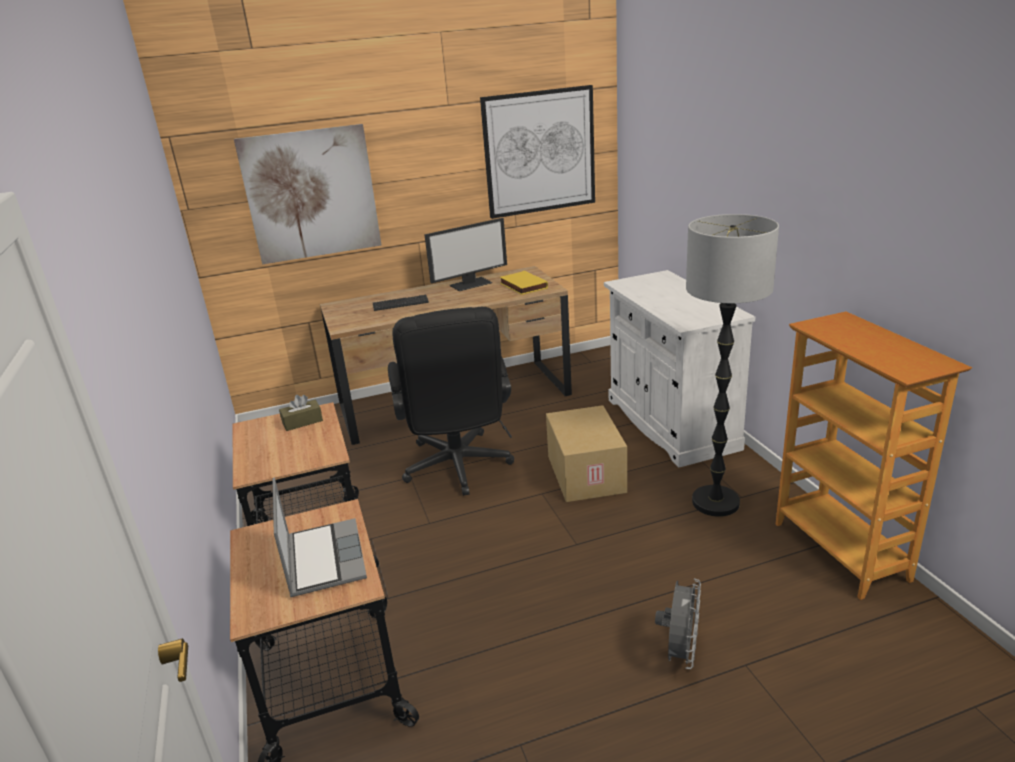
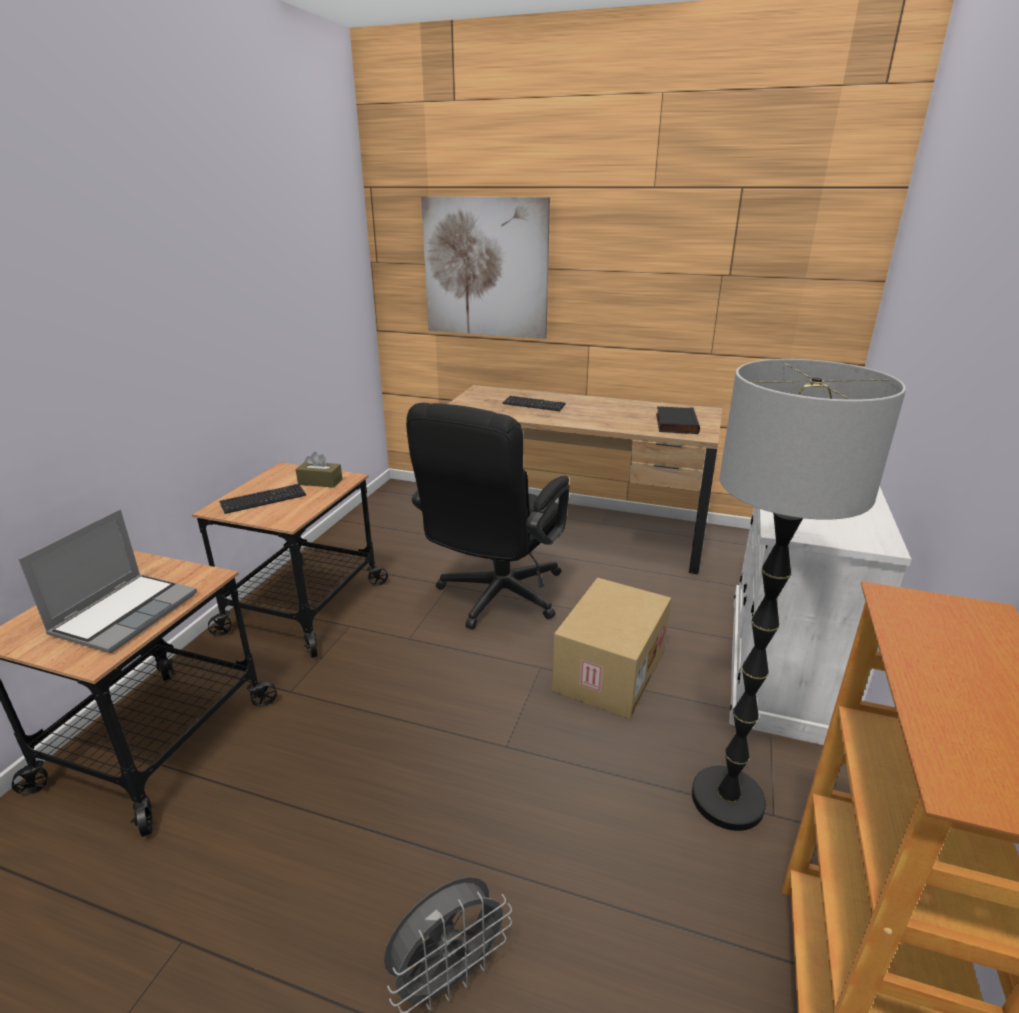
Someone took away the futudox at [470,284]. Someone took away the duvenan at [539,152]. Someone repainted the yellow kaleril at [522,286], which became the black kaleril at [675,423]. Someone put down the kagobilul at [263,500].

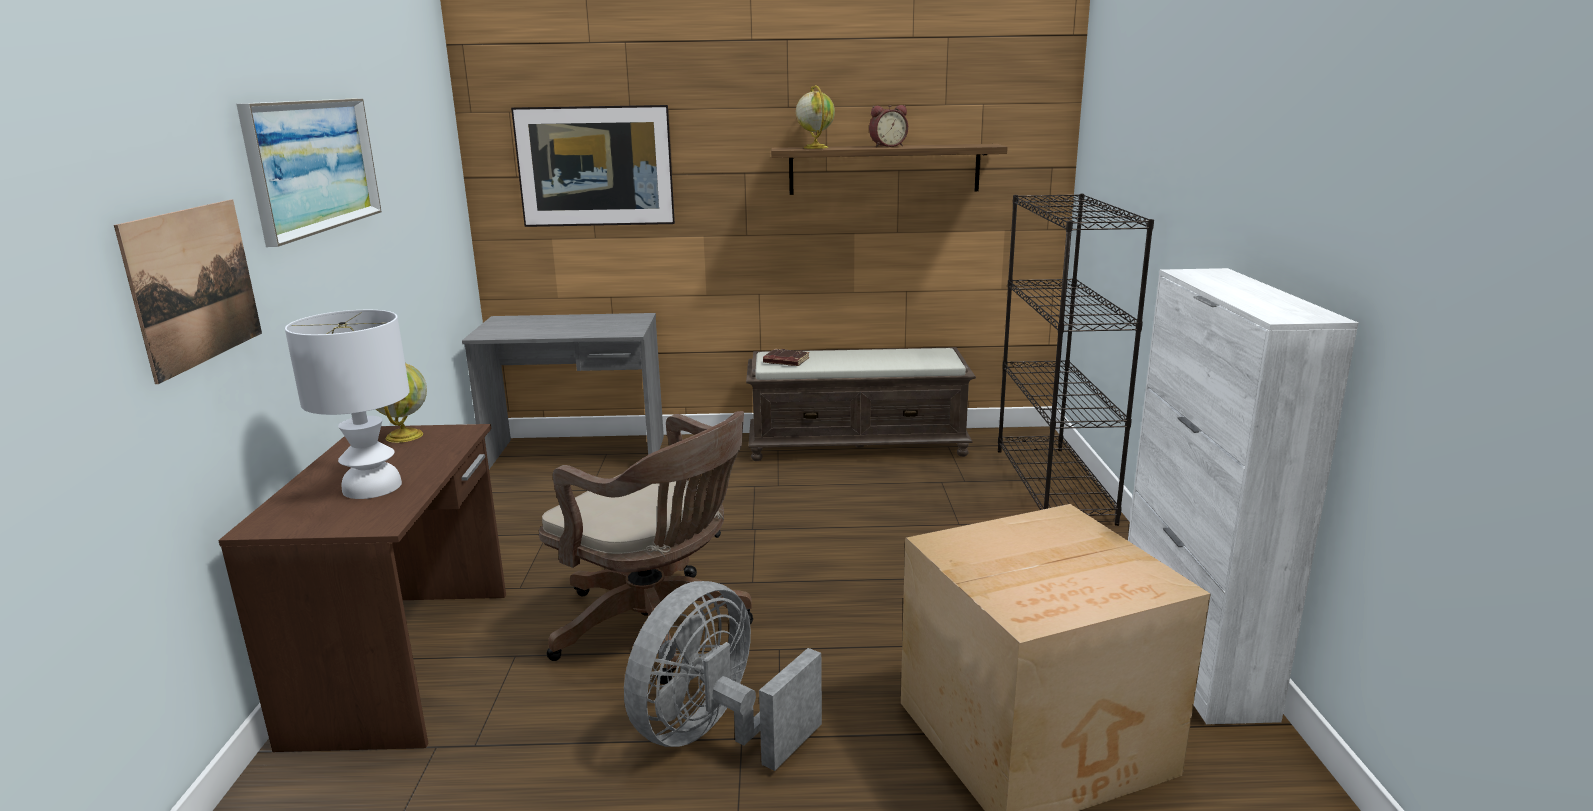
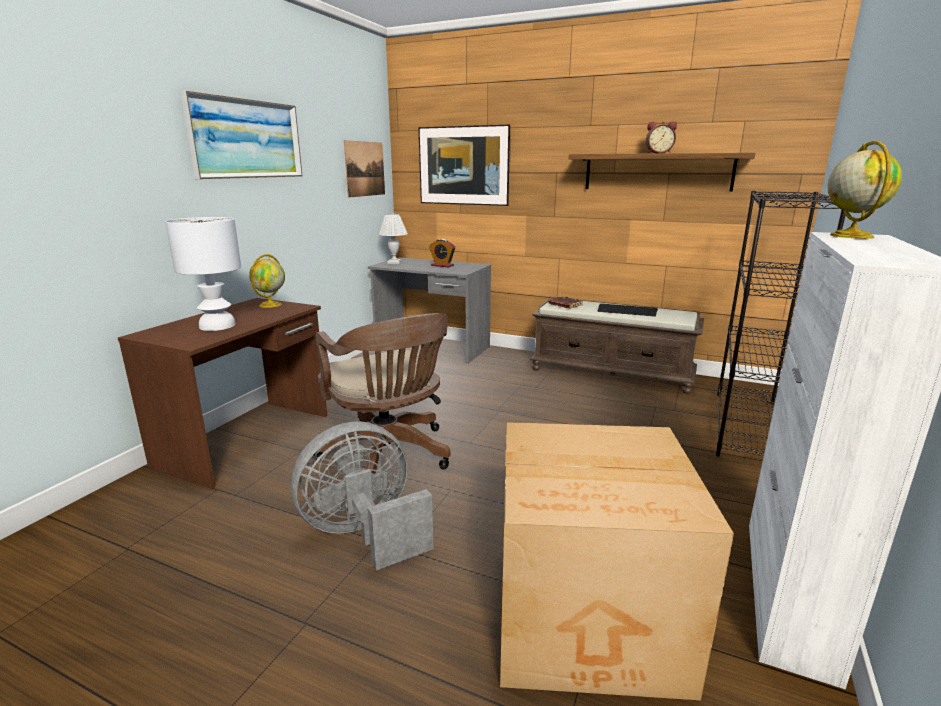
Someone carried the duvenan from [194,285] to [365,169]. Someone carried the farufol from [815,148] to [850,236]. Someone put down the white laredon at [394,262]. Someone put down the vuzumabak at [442,265]. Someone put down the kagobilul at [627,311].

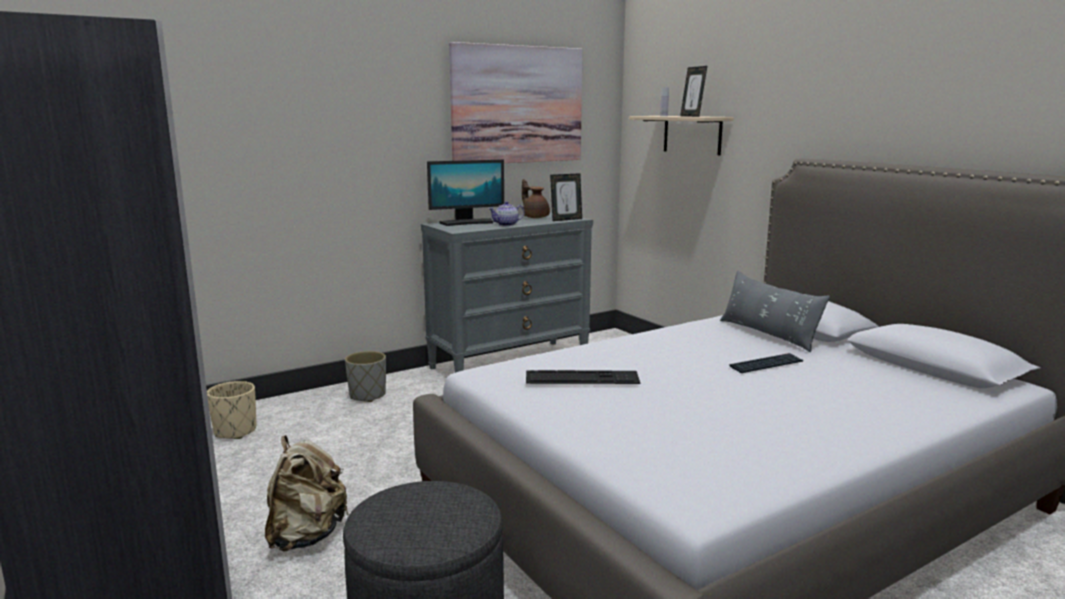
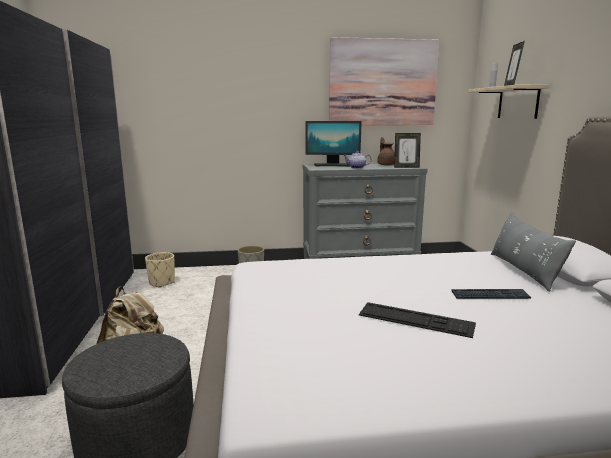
Someone carried the kagobilul from [582,378] to [415,319].

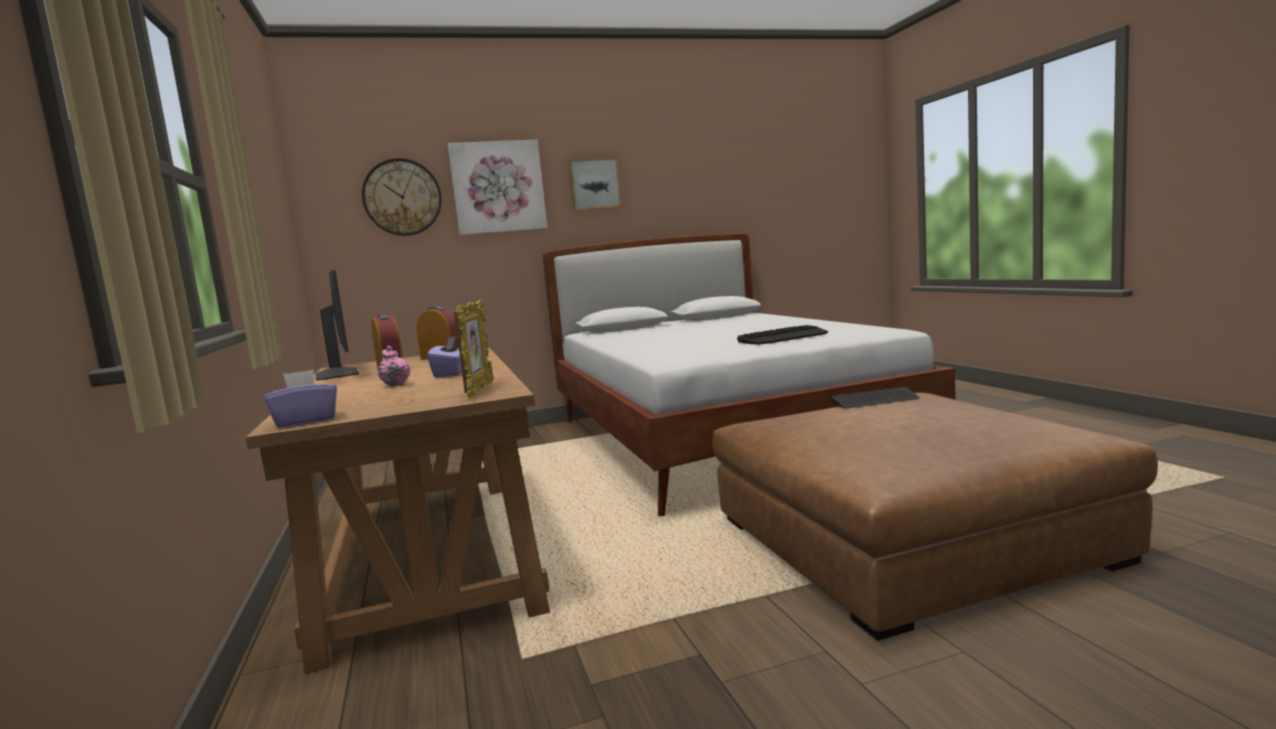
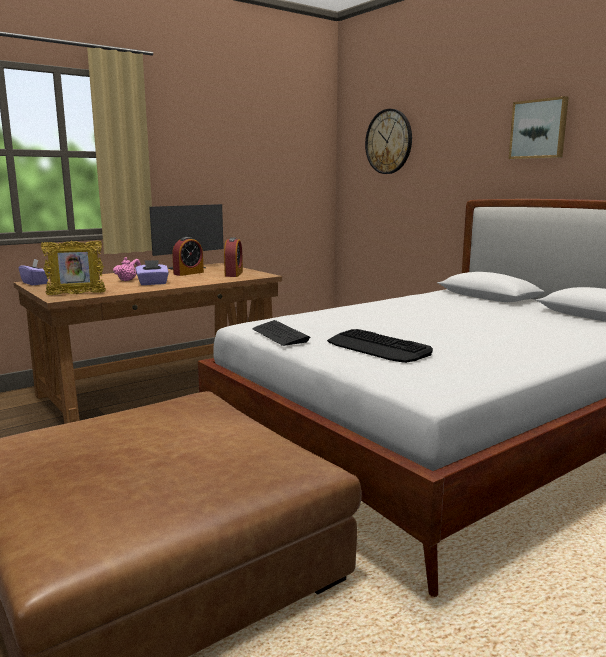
Someone took away the duvenan at [498,187]. Someone carried the kagobilul from [874,400] to [280,335].

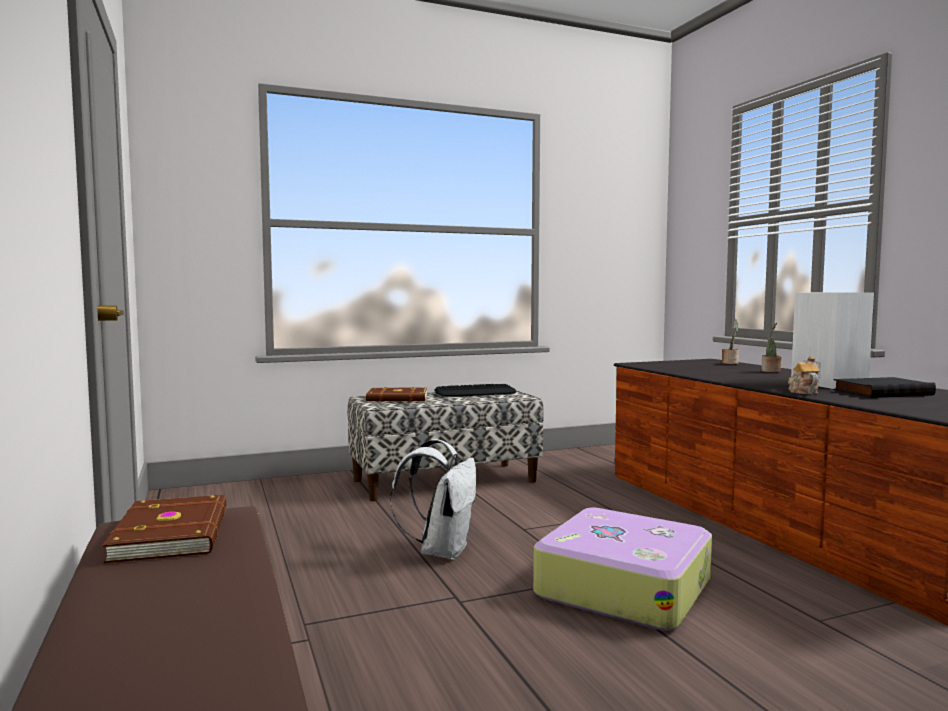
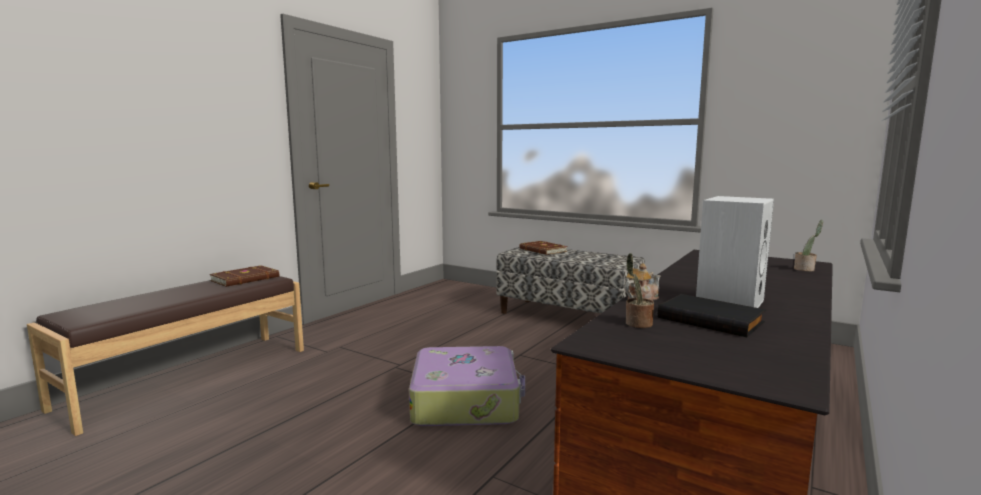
Someone took away the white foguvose at [442,551]. Someone took away the kagobilul at [476,392]. Someone carried the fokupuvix from [771,371] to [637,324].

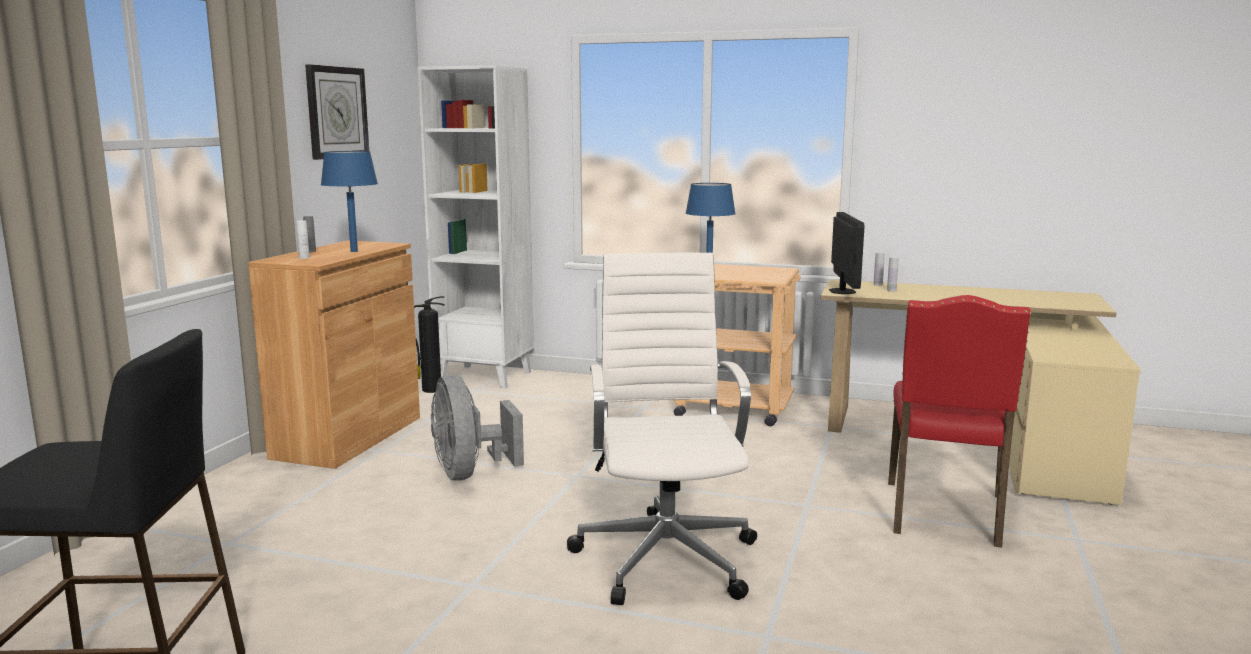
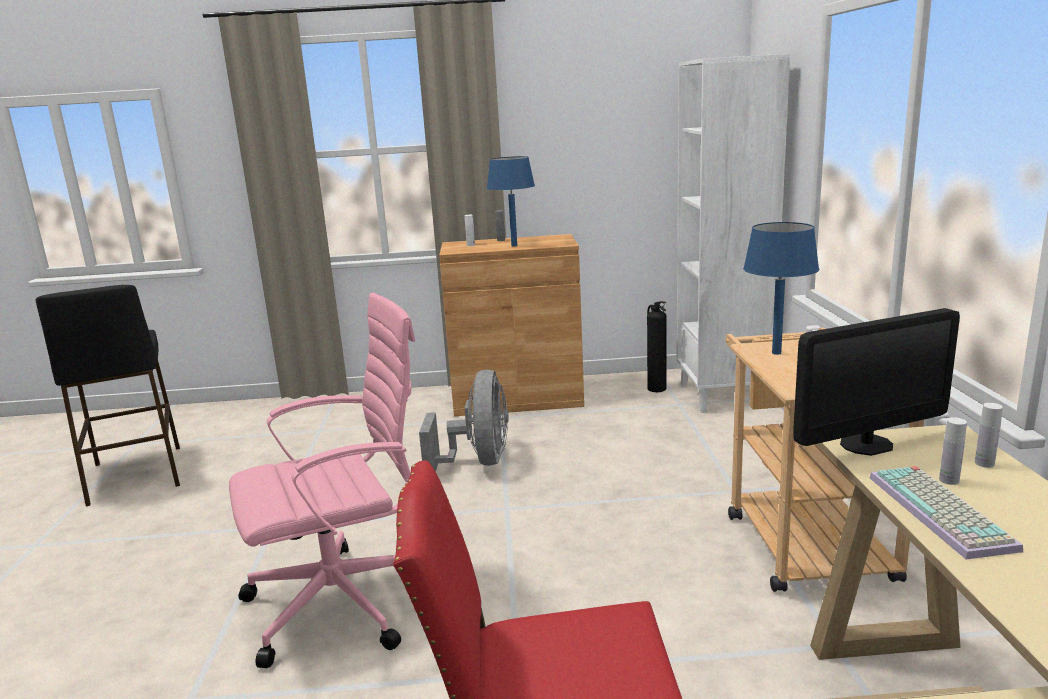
Someone took away the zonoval at [336,112]. Someone rotated the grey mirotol at [469,473] by 135 degrees clockwise. Someone repainted the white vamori at [666,556], which became the pink vamori at [345,602]. Someone put down the kagobilul at [943,512].

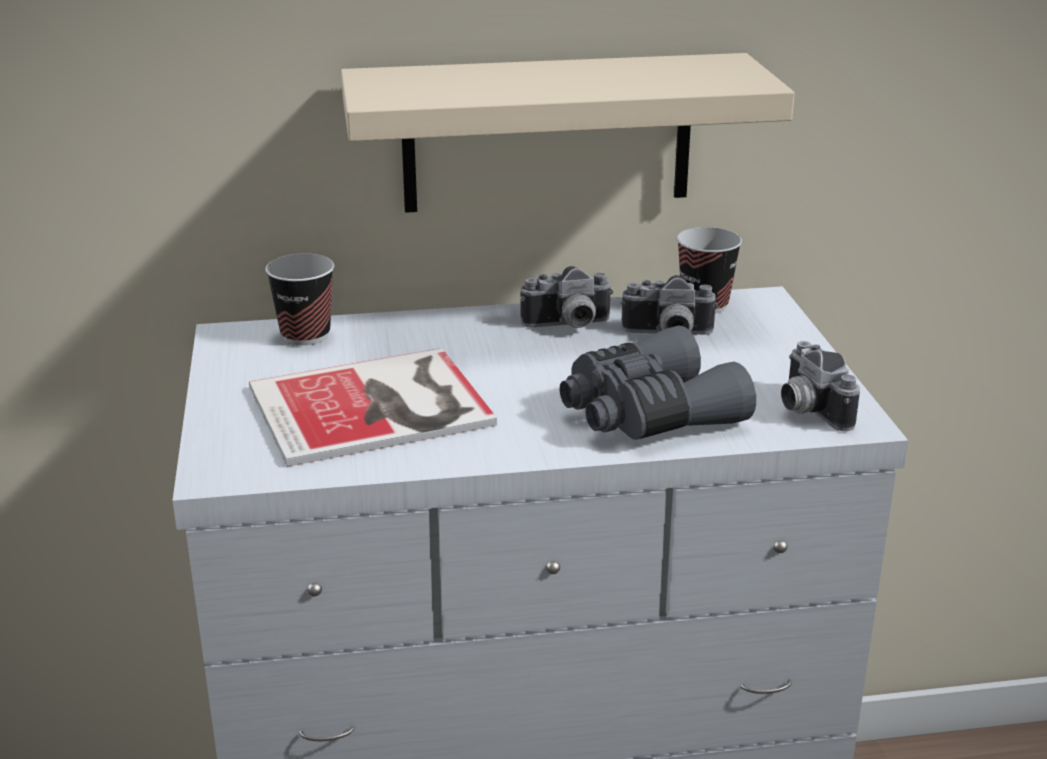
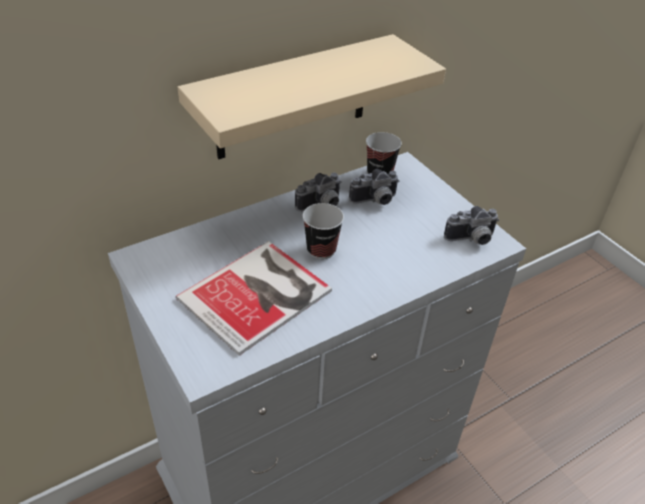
Someone carried the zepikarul from [305,335] to [321,250]. Someone took away the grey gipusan at [647,413]. Someone rotated the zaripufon at [806,410] by 60 degrees counterclockwise.

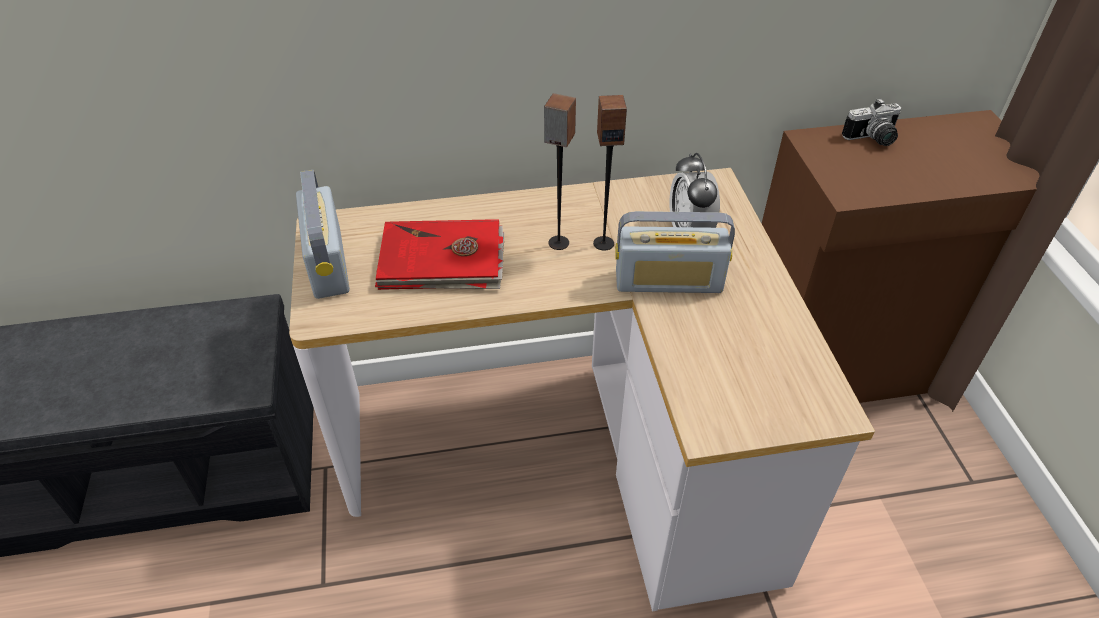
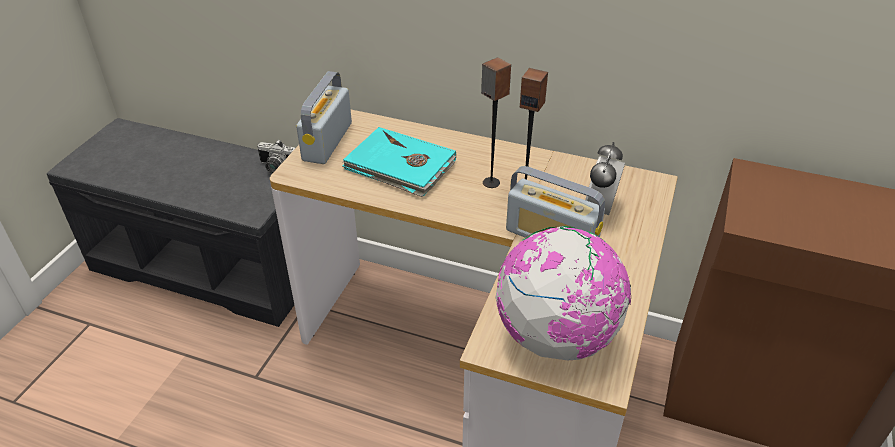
Someone repainted the red kaleril at [442,261], which became the turquoise kaleril at [400,166]. Someone carried the zaripufon from [873,139] to [275,167]. Someone put down the farufol at [556,337].

